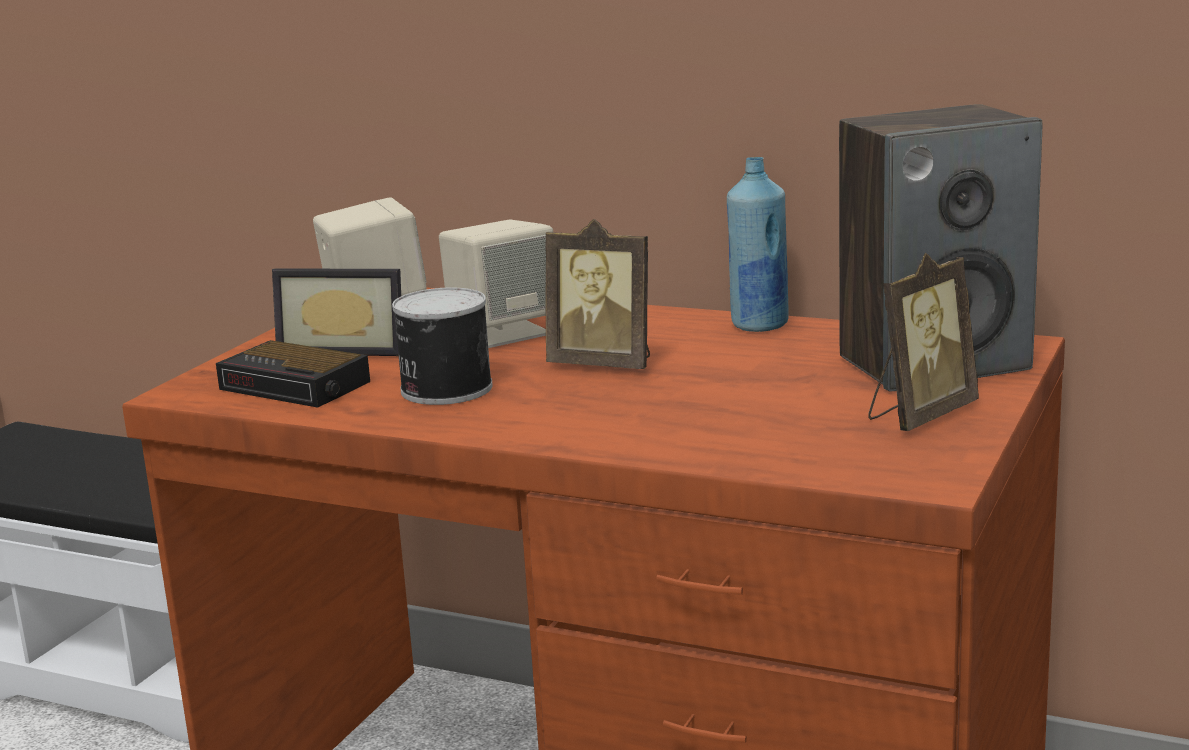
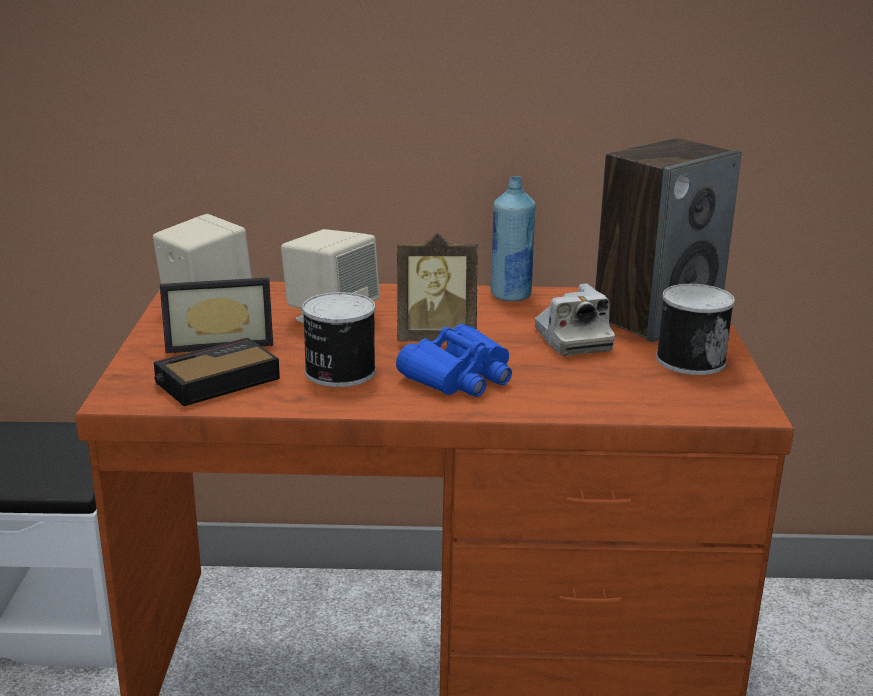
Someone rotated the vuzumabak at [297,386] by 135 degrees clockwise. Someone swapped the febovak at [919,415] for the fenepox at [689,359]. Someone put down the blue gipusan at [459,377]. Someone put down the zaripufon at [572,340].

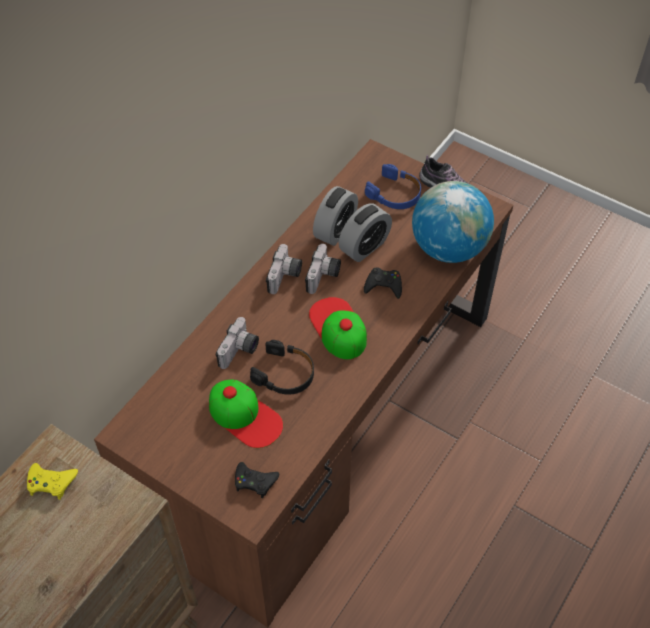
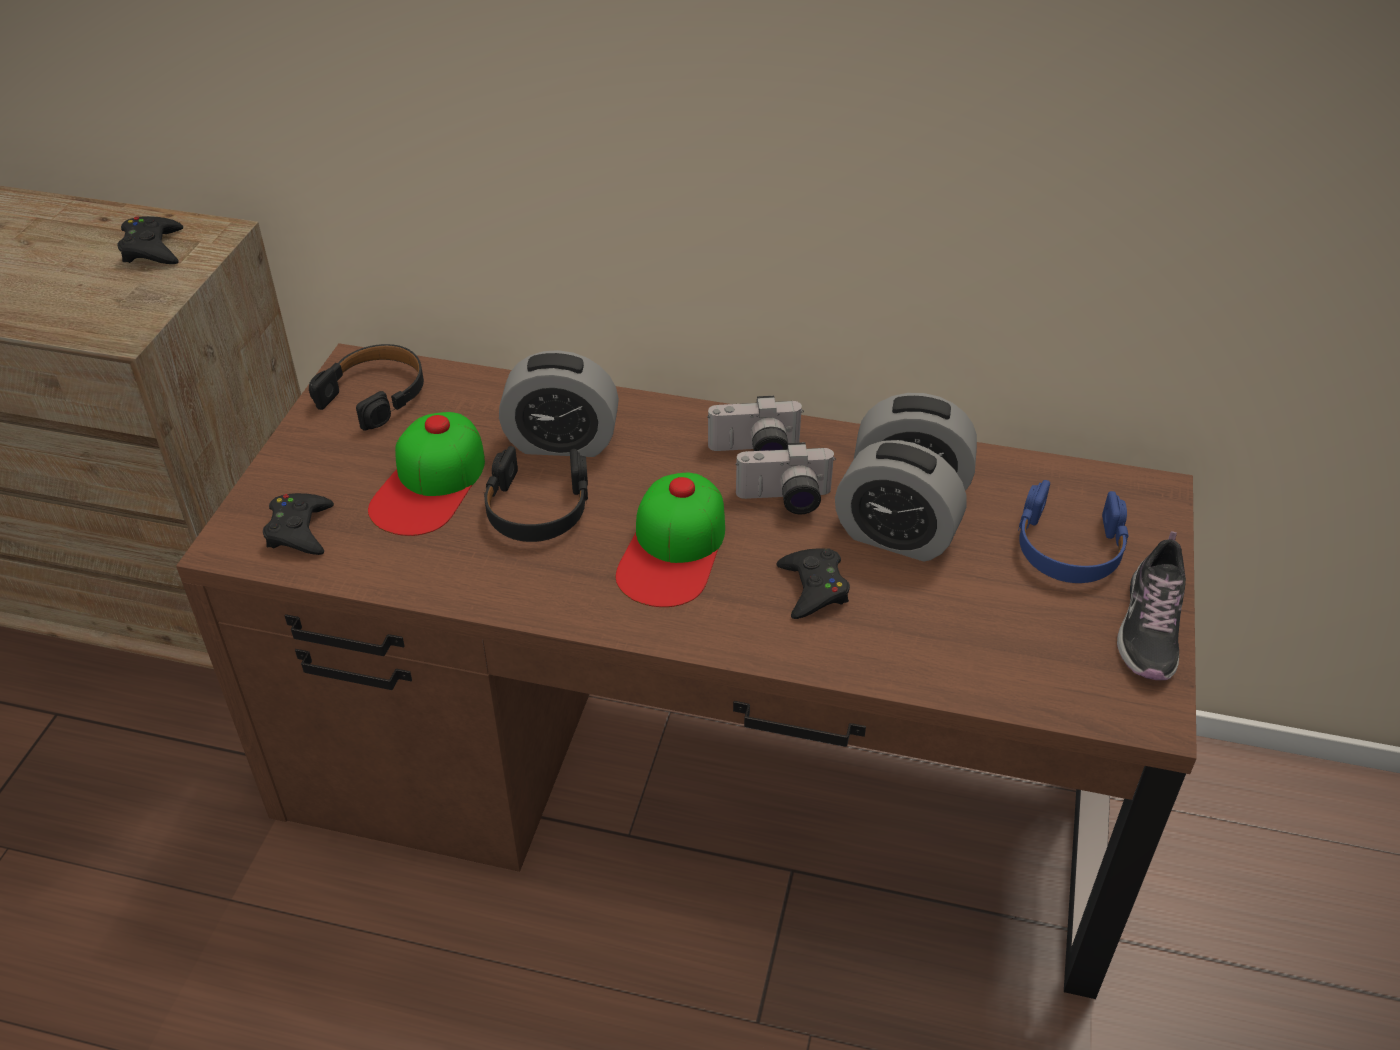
Someone repainted the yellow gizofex at [51,482], which became the black gizofex at [153,248]. Someone swapped the zaripufon at [240,352] for the vuzumabak at [562,442]. Someone rotated the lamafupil at [338,328] by 150 degrees clockwise. Someone took away the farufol at [448,248]. Someone put down the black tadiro at [375,394].

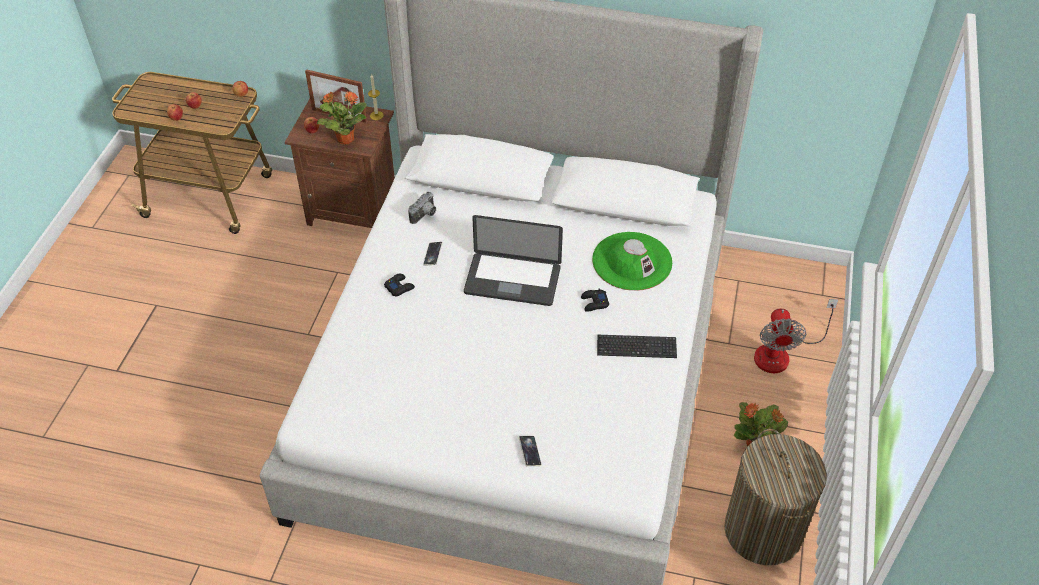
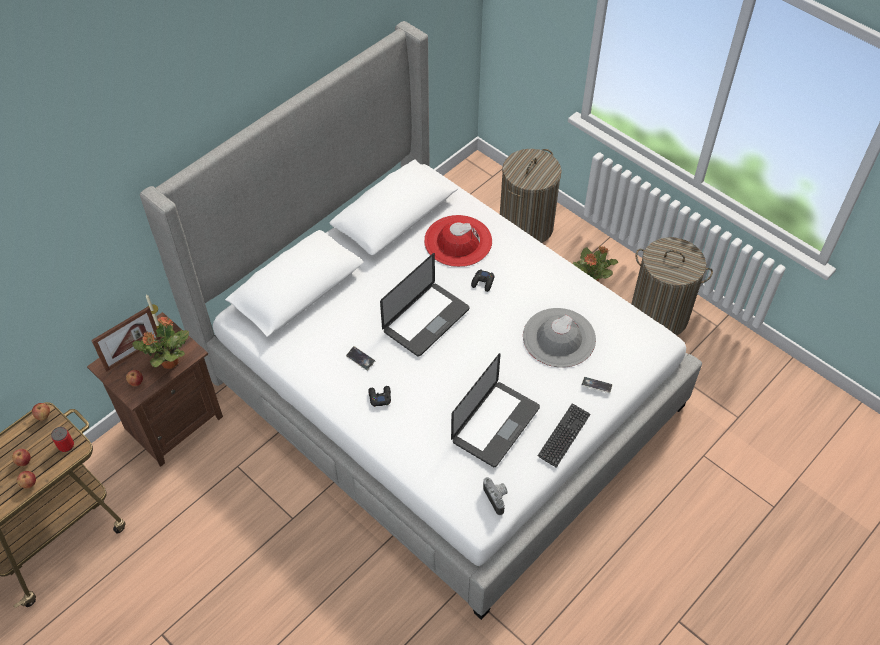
Someone carried the zaripufon from [425,215] to [497,498]. Someone repainted the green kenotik at [632,261], which became the red kenotik at [458,241]. Someone carried the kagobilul from [636,347] to [564,436]. Someone swapped the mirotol at [781,353] for the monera at [526,226]. Someone put down the fenepox at [66,445]. Someone put down the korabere at [495,424]. Someone put down the grey kenotik at [559,338].

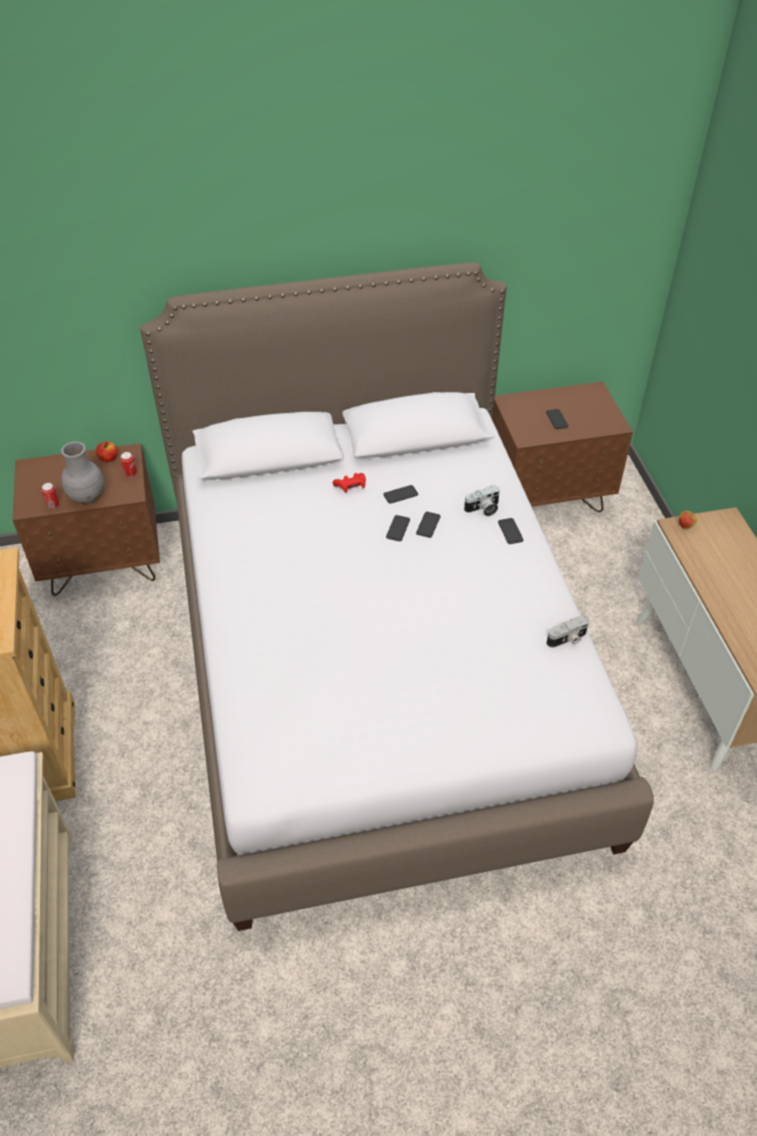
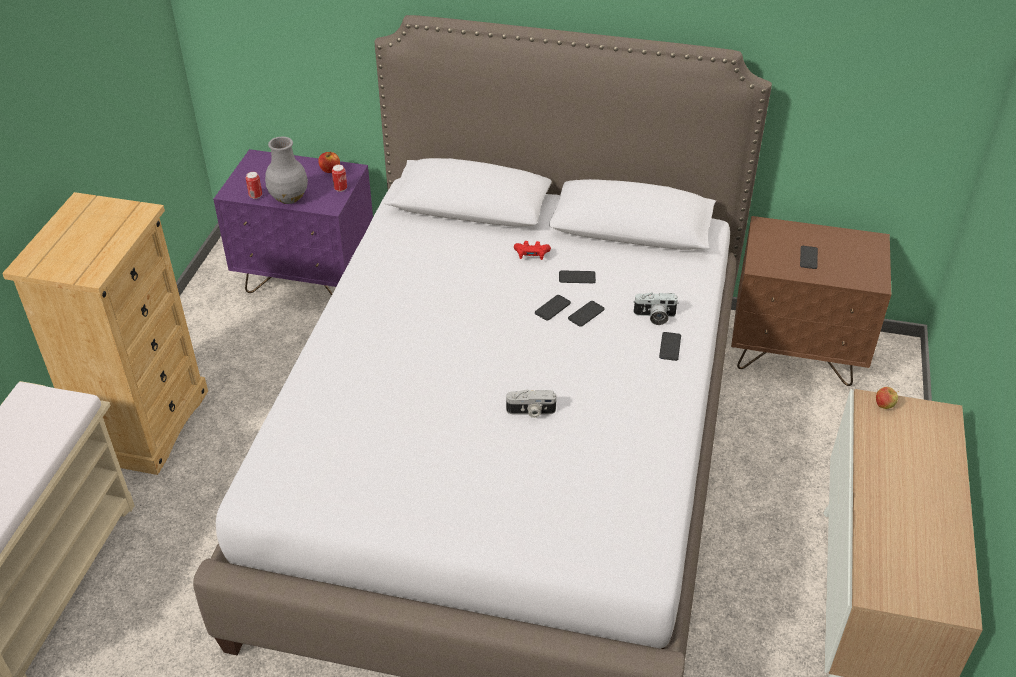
Someone repainted the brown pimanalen at [104,564], which became the purple pimanalen at [307,279]. Someone carried the zaripufon from [567,639] to [531,412].

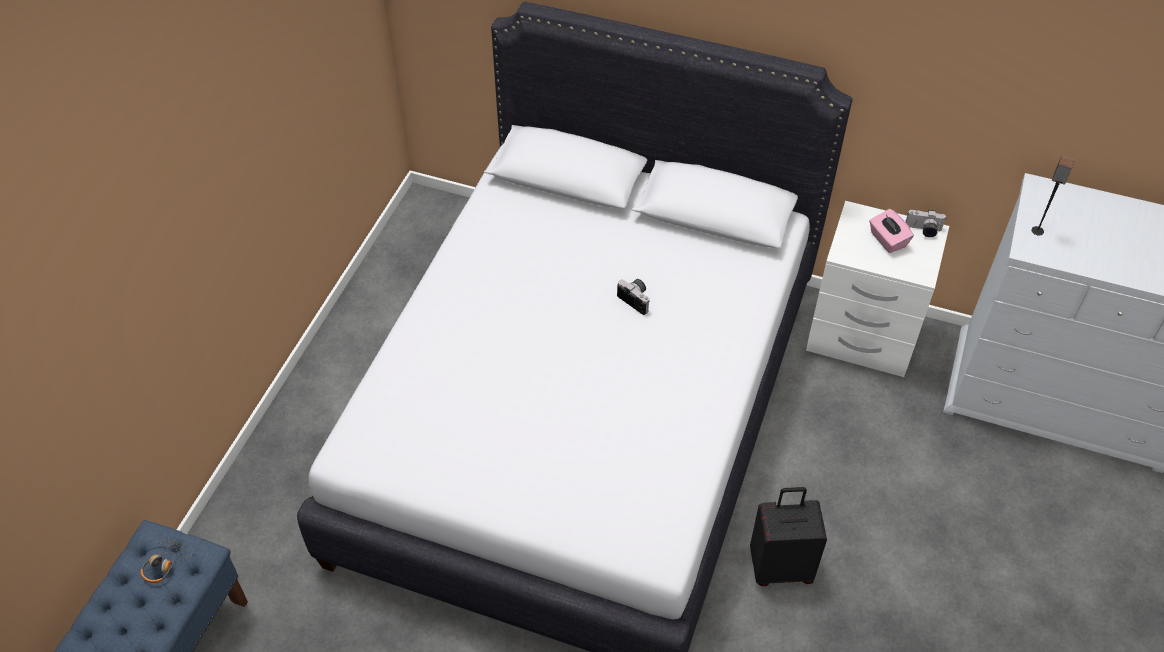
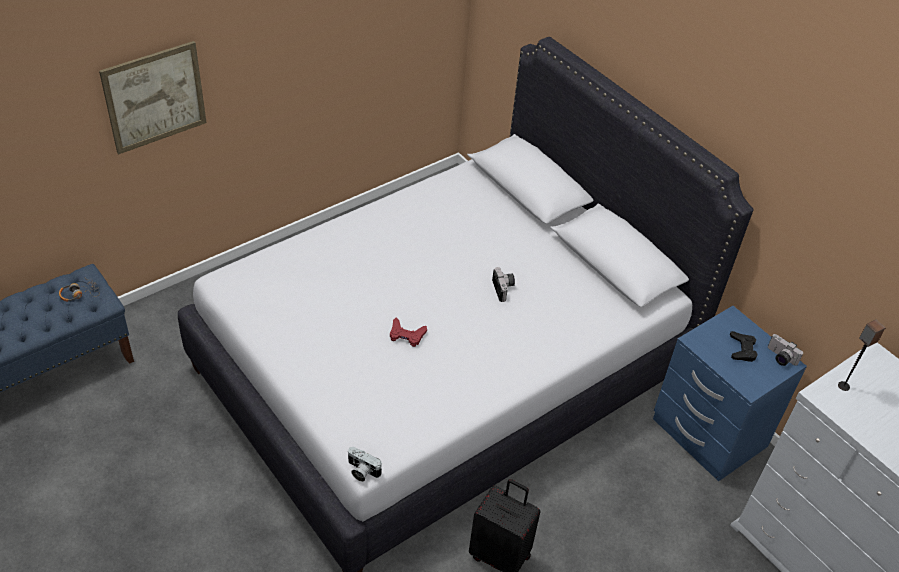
Someone repainted the white pimanalen at [861,337], which became the blue pimanalen at [707,434]. Someone swapped the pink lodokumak at [887,240] for the black gizofex at [742,349]. Someone put up the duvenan at [154,97]. Someone put down the zaripufon at [361,471]. Someone put down the red gizofex at [406,335].

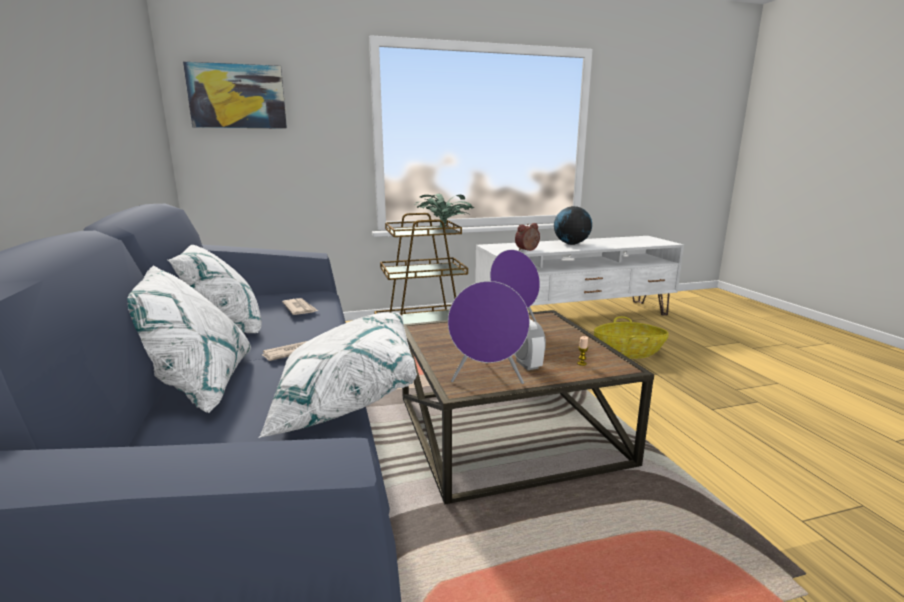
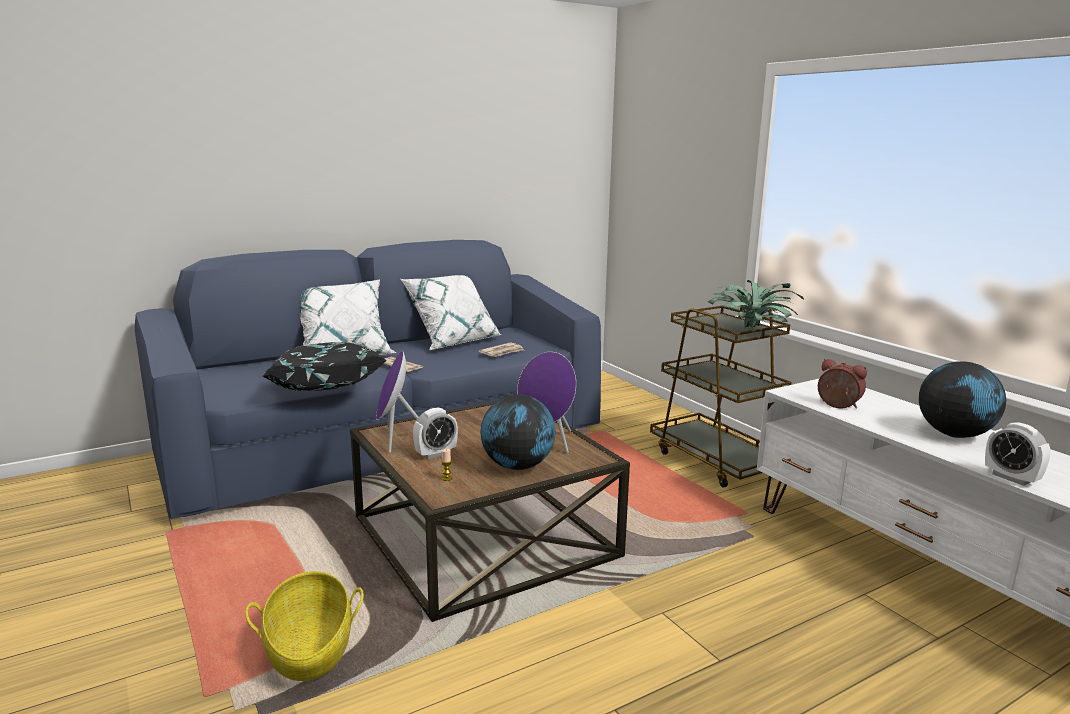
Someone took away the duvenan at [237,96]. Someone repainted the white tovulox at [344,400], which became the black tovulox at [323,391]. Someone carried the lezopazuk from [628,352] to [309,650]. Someone put down the farufol at [518,466]. Someone put down the vuzumabak at [1011,478].

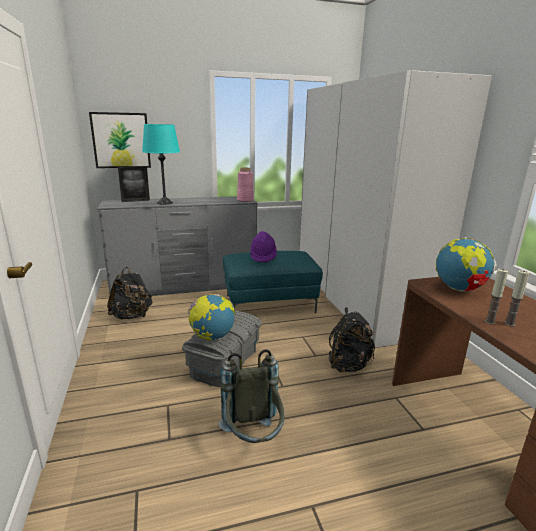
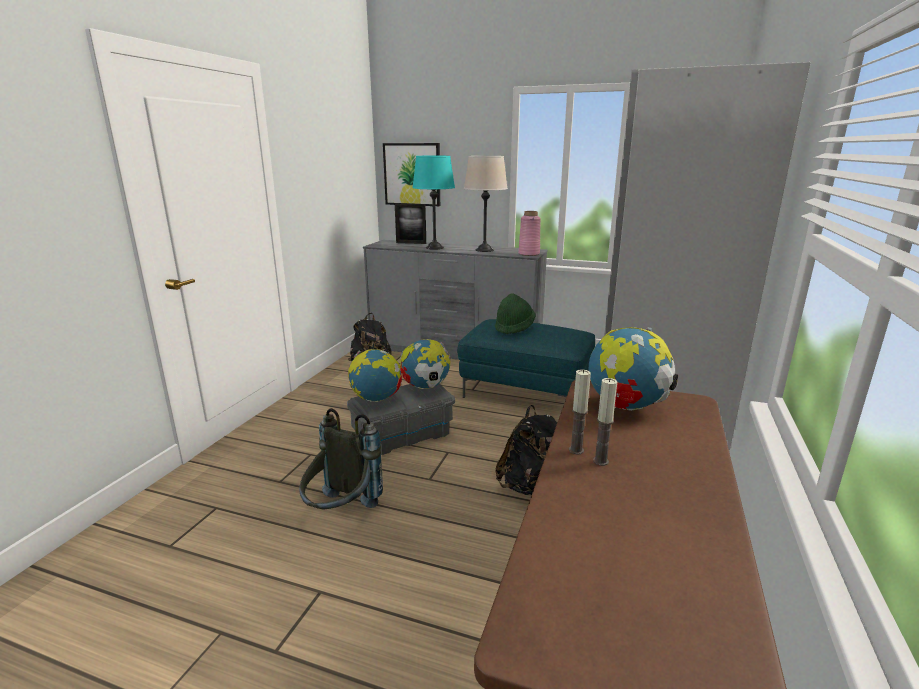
Someone repainted the purple kenotik at [263,257], which became the green kenotik at [514,327]. Someone put down the farufol at [426,387]. Someone put down the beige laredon at [484,250].

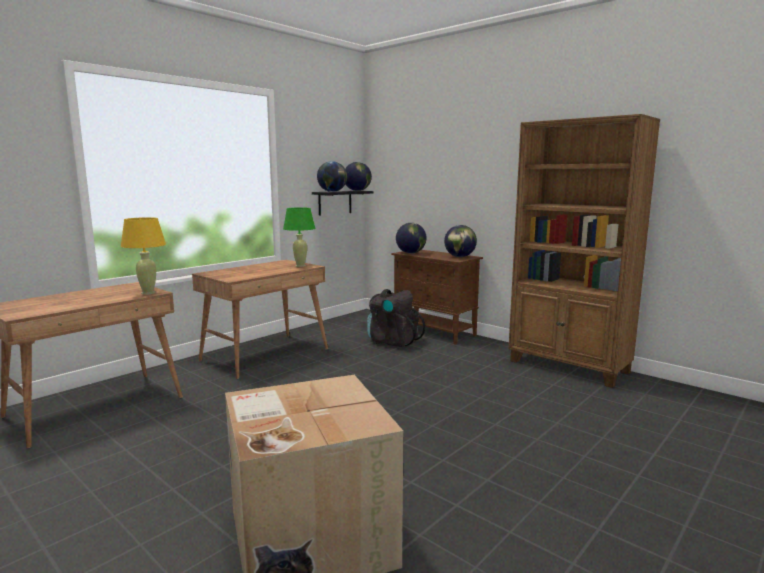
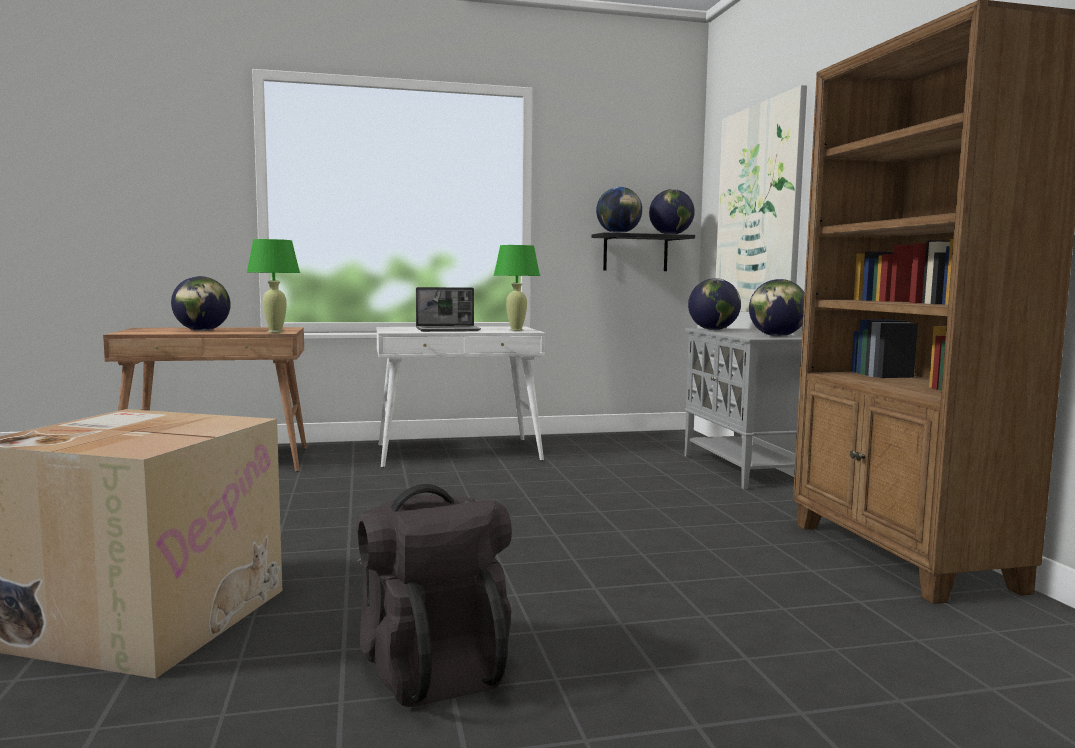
Someone repainted the yellow laredon at [148,293], which became the green laredon at [275,332]. Someone repainted the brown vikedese at [265,355], which became the white vikedese at [459,453]. Someone carried the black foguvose from [392,342] to [431,666]. Someone repainted the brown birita at [435,332], which became the grey birita at [741,470]. Someone put down the farufol at [202,330]. Someone put down the korabere at [448,330]. Someone put up the duvenan at [758,209].

